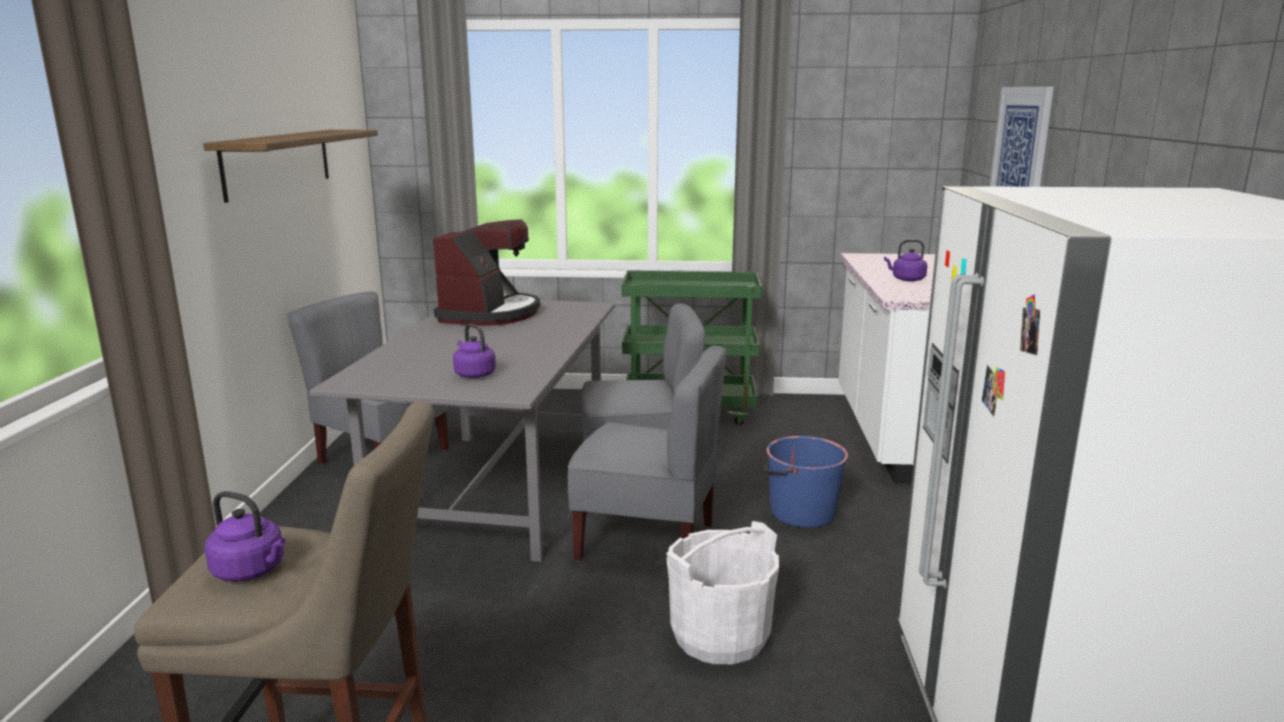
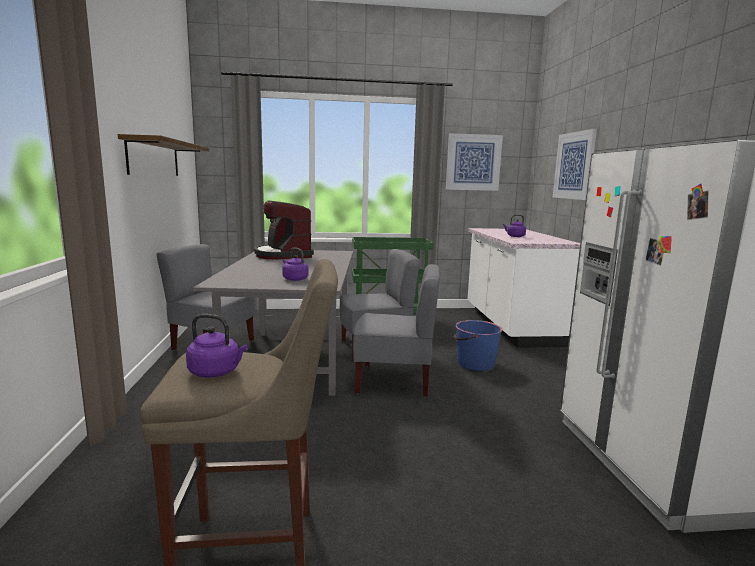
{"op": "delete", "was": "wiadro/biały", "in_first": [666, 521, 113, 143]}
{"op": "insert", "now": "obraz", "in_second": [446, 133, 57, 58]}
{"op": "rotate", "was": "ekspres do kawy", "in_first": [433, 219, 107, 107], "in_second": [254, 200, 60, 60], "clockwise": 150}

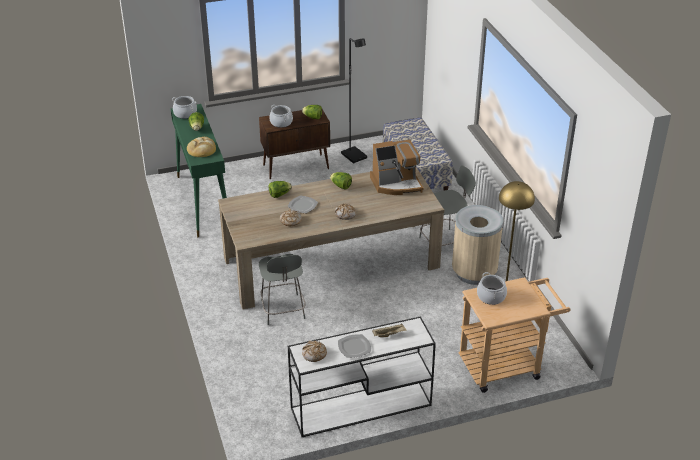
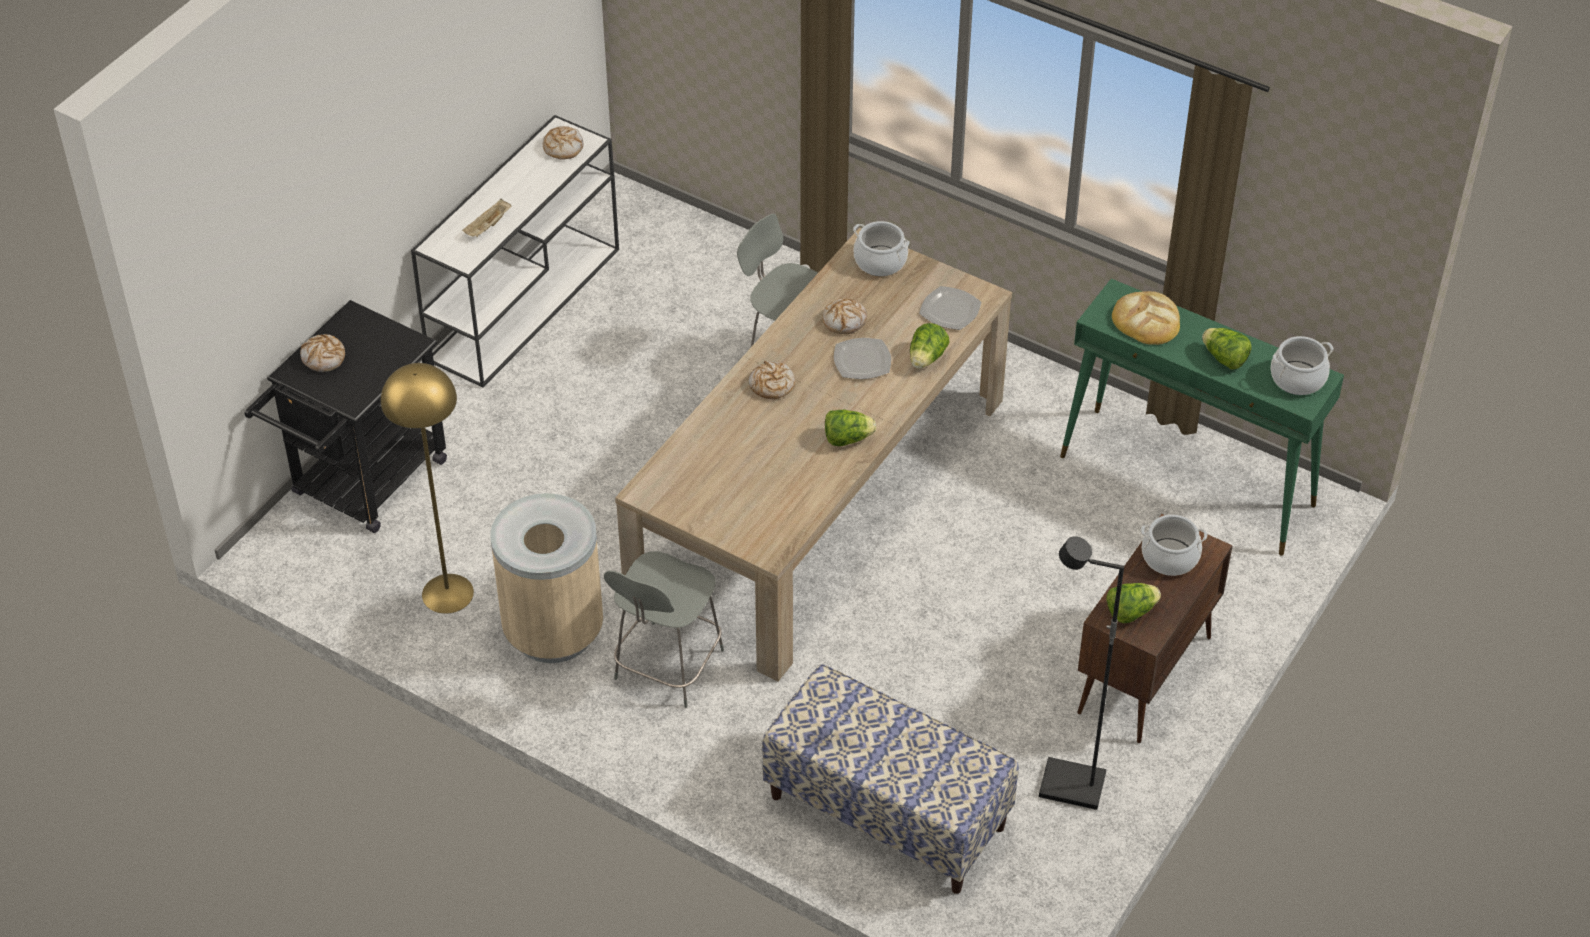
{"op": "delete", "was": "ekspres do kawy", "in_first": [370, 140, 53, 55]}
{"op": "insert", "now": "chleb", "in_second": [300, 334, 45, 38]}
{"op": "move", "was": "talerz", "in_first": [338, 334, 33, 24], "in_second": [919, 286, 62, 44]}
{"op": "move", "was": "garnek", "in_first": [477, 272, 30, 33], "in_second": [853, 221, 57, 55]}
{"op": "recolor", "was": "wózek/beżowy", "now": "wózek/czarny", "in_first": [459, 277, 112, 116], "in_second": [245, 300, 202, 233]}

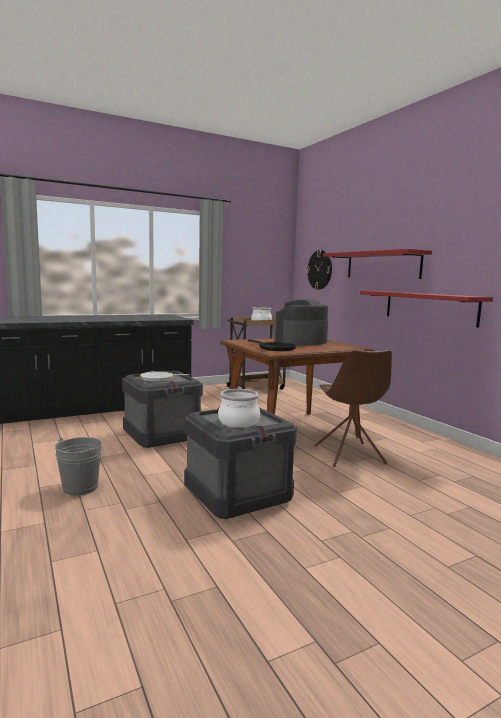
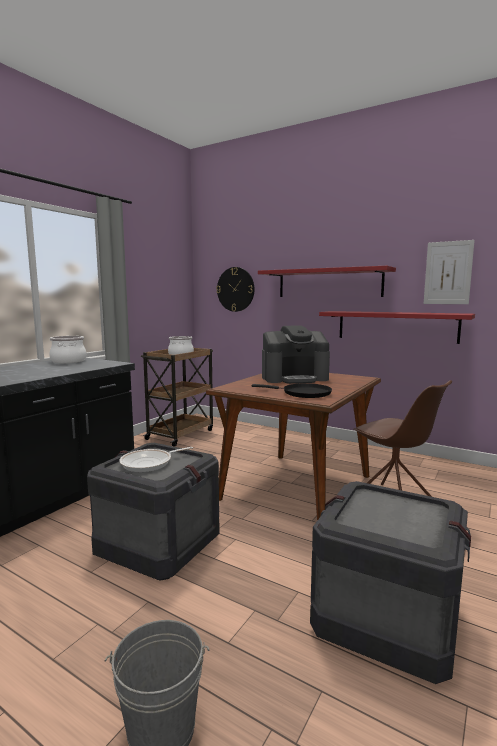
{"op": "insert", "now": "obraz", "in_second": [424, 240, 51, 64]}
{"op": "move", "was": "garnek", "in_first": [218, 389, 42, 39], "in_second": [49, 336, 38, 27]}
{"op": "rotate", "was": "ekspres do kawy", "in_first": [274, 299, 54, 47], "in_second": [262, 325, 68, 59], "clockwise": -120}

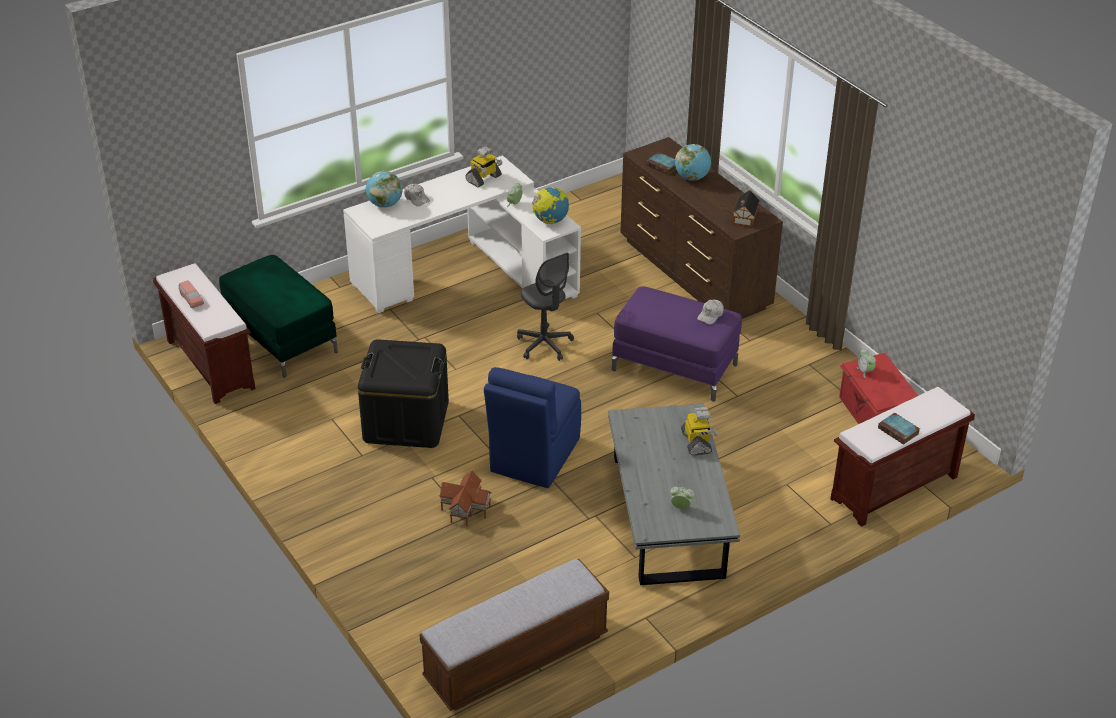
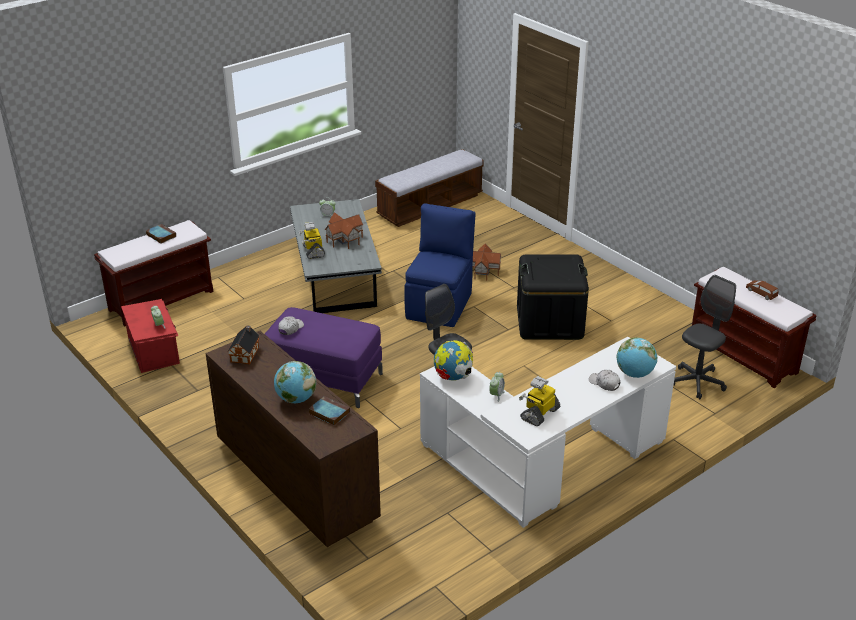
{"op": "insert", "now": "domek", "in_second": [325, 212, 38, 37]}
{"op": "replace", "was": "pufa/zielony", "now": "krzesło biurowe/szary", "in_first": [219, 255, 119, 122], "in_second": [674, 275, 62, 124]}
{"op": "recolor", "was": "samochodzik/różowy", "now": "samochodzik/brązowy", "in_first": [179, 280, 25, 28], "in_second": [746, 280, 32, 20]}

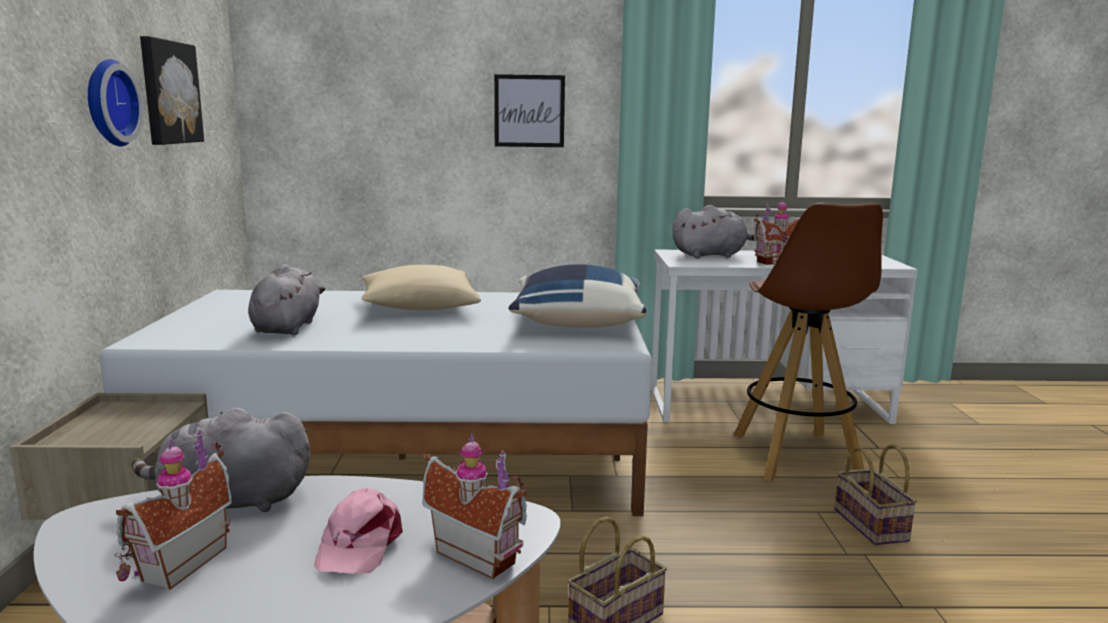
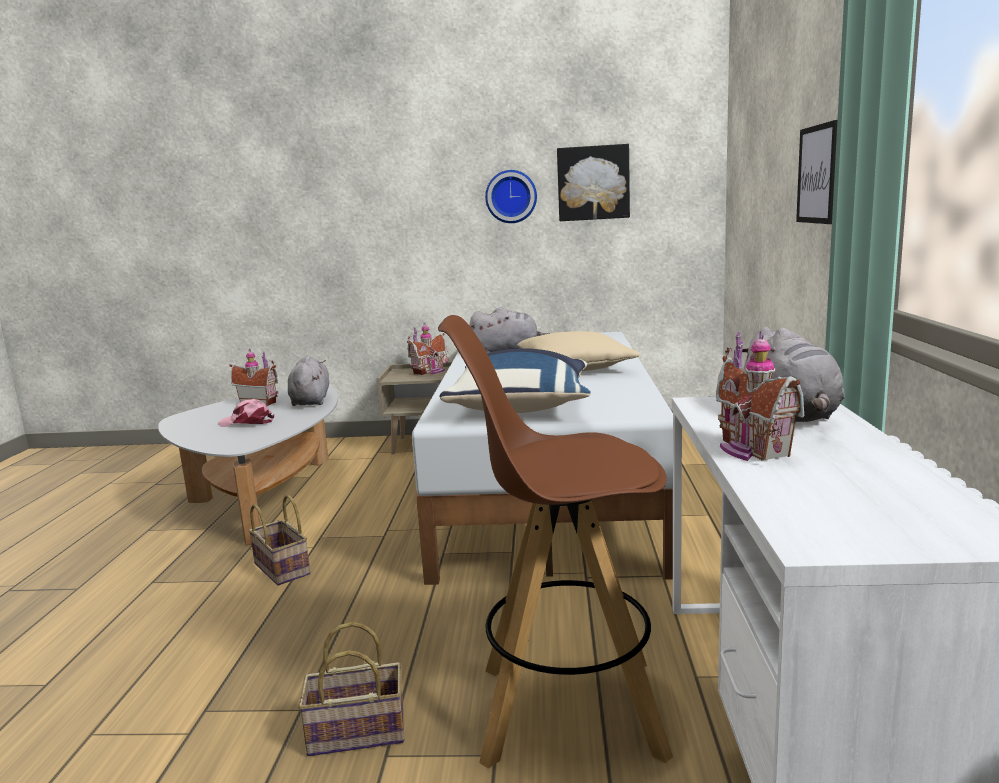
{"op": "move", "was": "domek", "in_first": [422, 434, 105, 145], "in_second": [407, 322, 42, 53]}

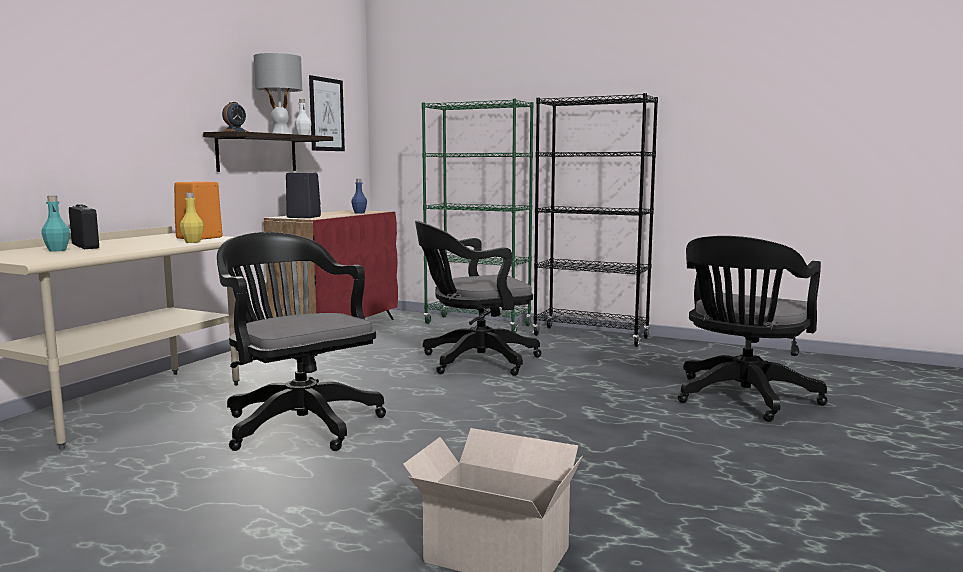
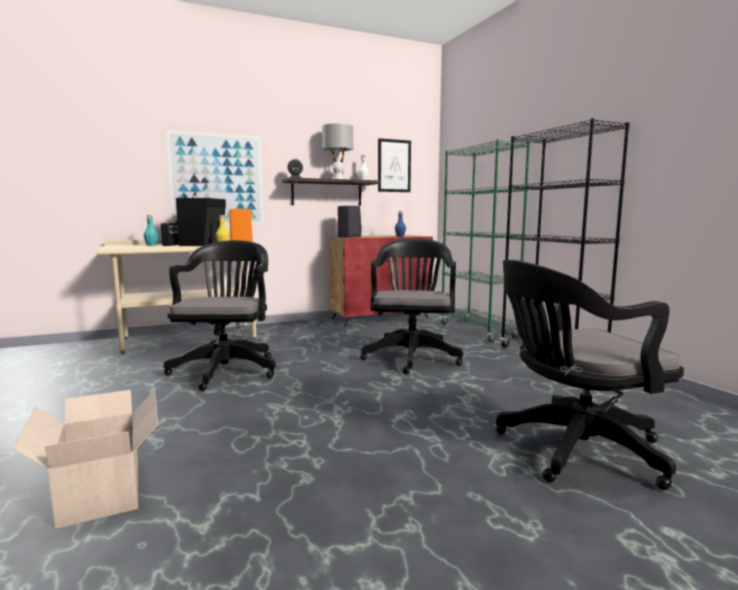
{"op": "insert", "now": "obraz", "in_second": [166, 130, 98, 95]}
{"op": "insert", "now": "głośnik/czarny", "in_second": [176, 196, 50, 50]}
{"op": "rotate", "was": "krzesło biurowe/czarny", "in_first": [415, 221, 127, 155], "in_second": [360, 238, 103, 136], "clockwise": 75}

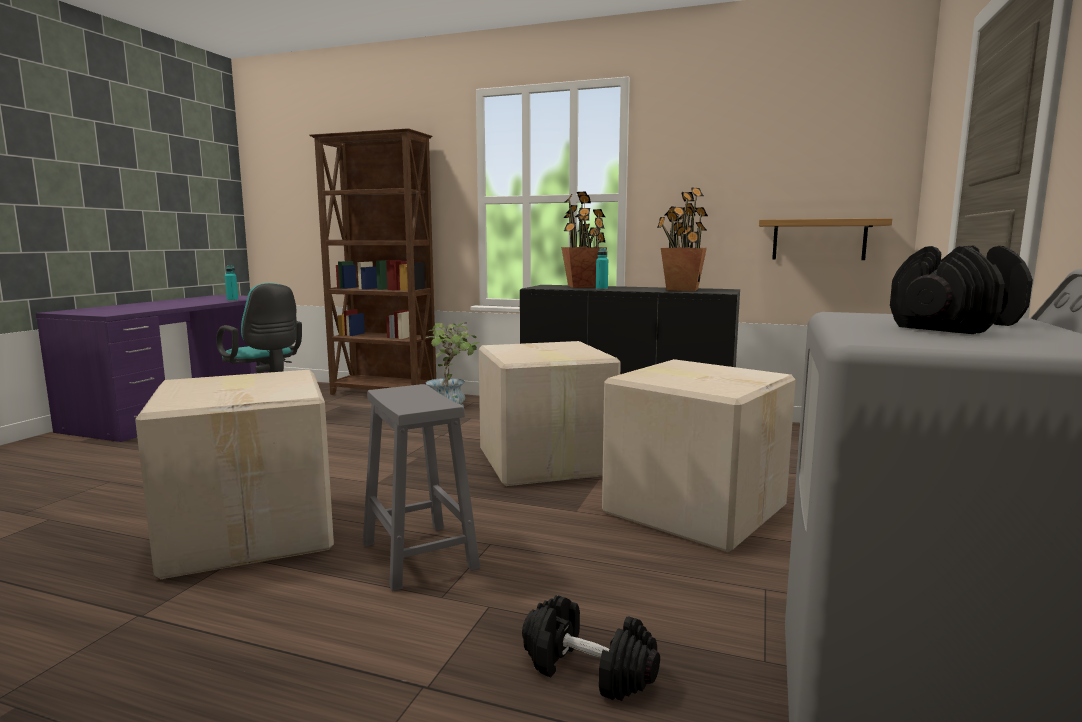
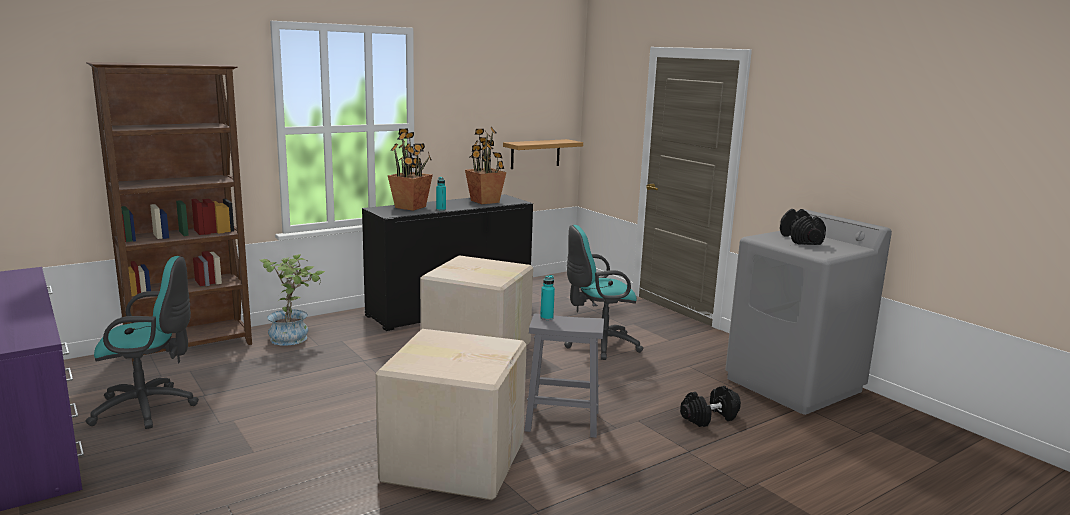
{"op": "move", "was": "butelka/turkusowy", "in_first": [225, 265, 13, 36], "in_second": [540, 275, 15, 45]}
{"op": "replace", "was": "karton", "now": "krzesło biurowe/turkusowy", "in_first": [602, 359, 194, 193], "in_second": [564, 225, 79, 135]}

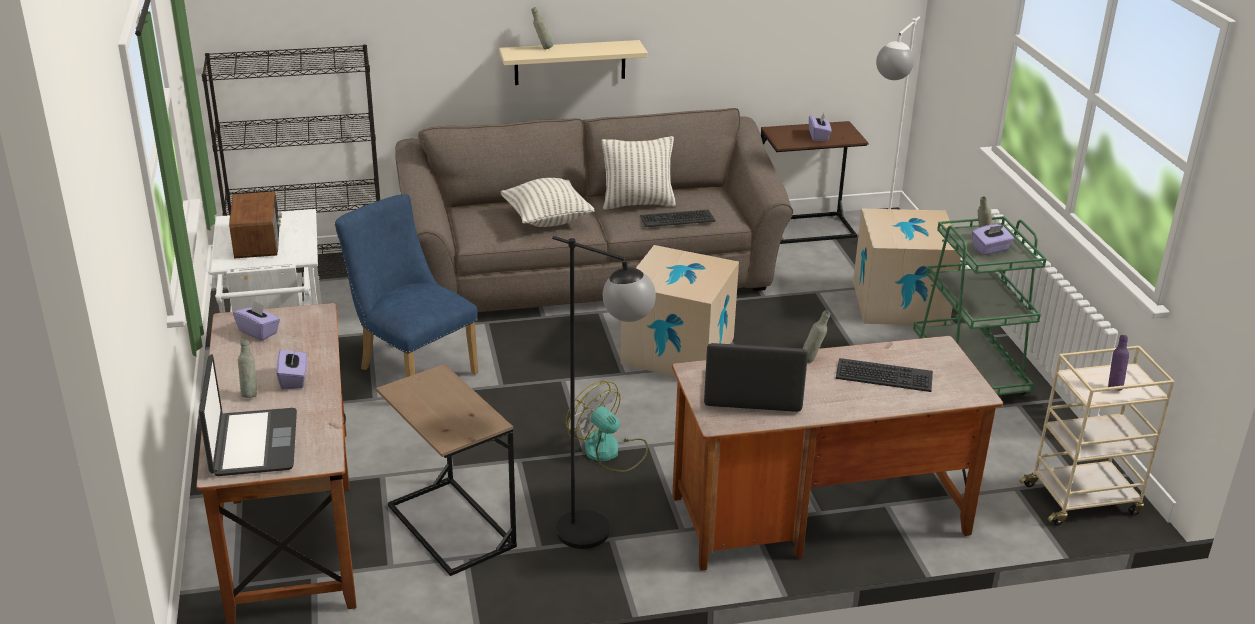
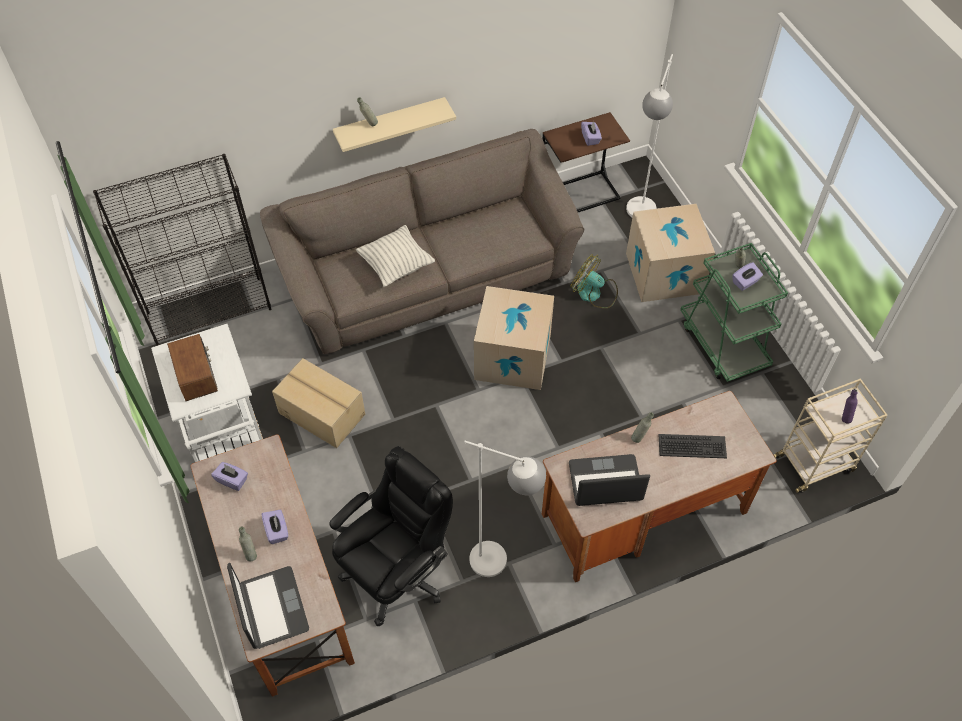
{"op": "delete", "was": "poduszka", "in_first": [602, 136, 74, 74]}
{"op": "delete", "was": "klawiatura", "in_first": [640, 209, 75, 18]}
{"op": "move", "was": "wentylator", "in_first": [565, 381, 83, 91], "in_second": [570, 254, 48, 54]}
{"op": "replace", "was": "krzesło/niebieski", "now": "karton", "in_first": [335, 194, 143, 183], "in_second": [272, 358, 93, 90]}
{"op": "replace", "was": "stolik/brązowy", "now": "krzesło biurowe/czarny", "in_first": [376, 364, 141, 212], "in_second": [329, 446, 124, 180]}
{"op": "recolor", "was": "lampa stojąca/czarny", "now": "lampa stojąca/biały", "in_first": [552, 236, 104, 313], "in_second": [464, 441, 82, 136]}

